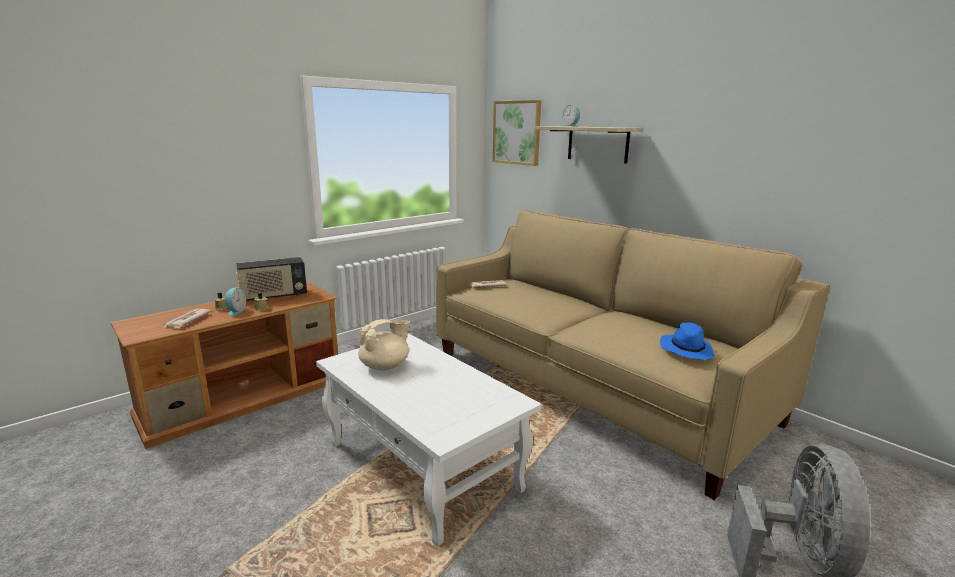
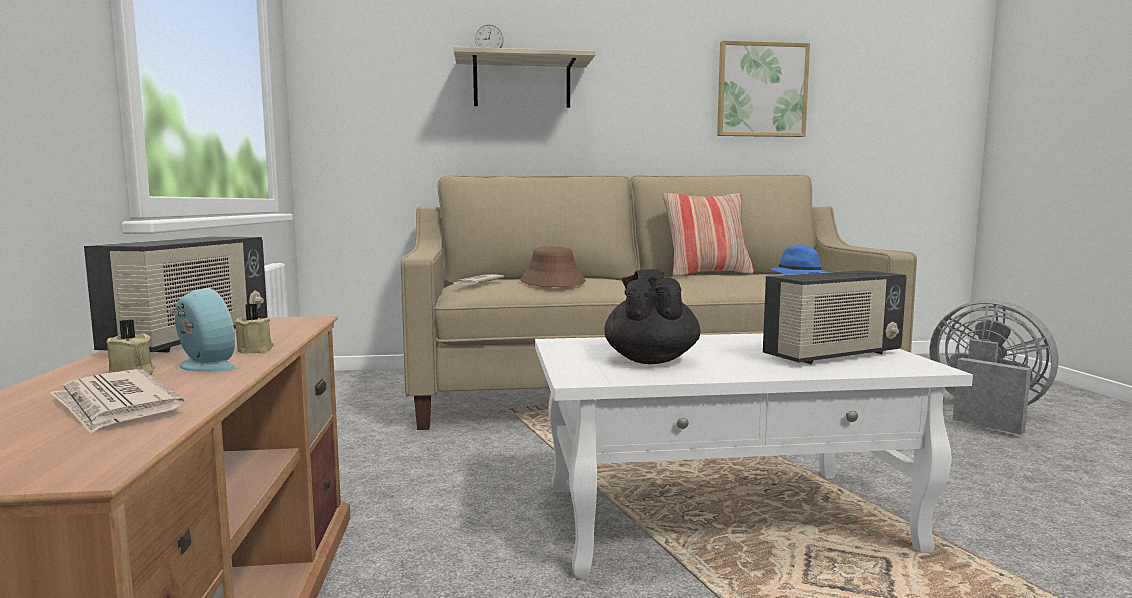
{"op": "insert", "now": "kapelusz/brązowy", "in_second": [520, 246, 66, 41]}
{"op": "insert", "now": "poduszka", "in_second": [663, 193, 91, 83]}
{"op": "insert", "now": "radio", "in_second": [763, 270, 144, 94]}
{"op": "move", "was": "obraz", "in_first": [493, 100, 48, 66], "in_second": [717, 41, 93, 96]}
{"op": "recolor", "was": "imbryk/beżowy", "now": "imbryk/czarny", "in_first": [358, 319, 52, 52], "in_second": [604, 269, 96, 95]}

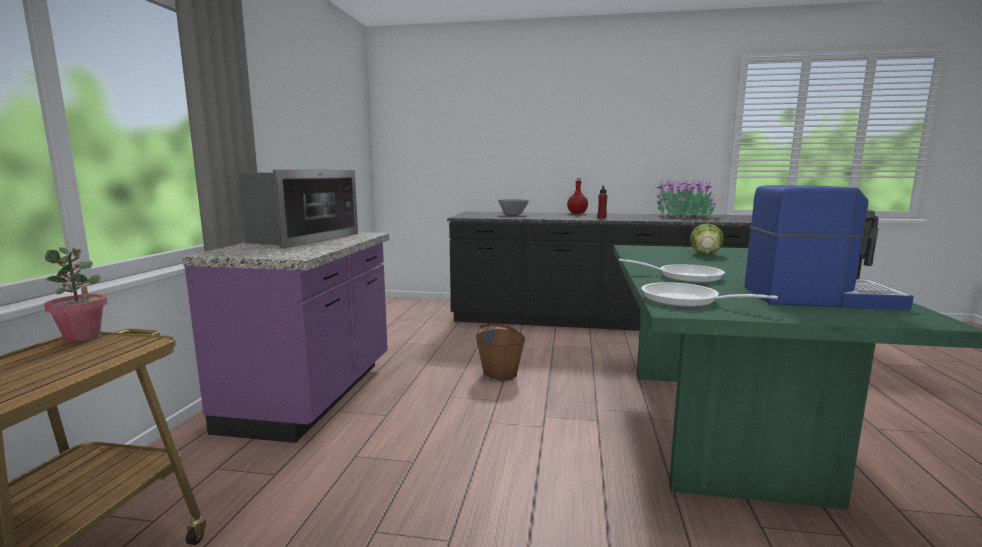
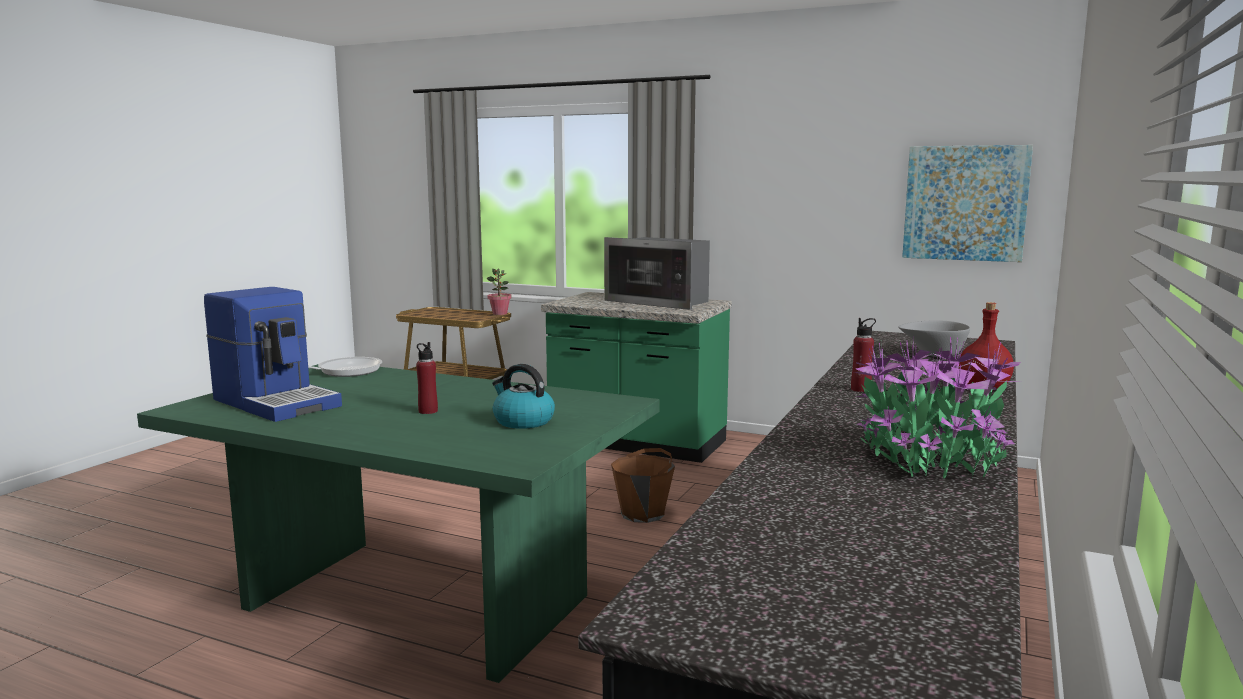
{"op": "delete", "was": "patelnia", "in_first": [619, 259, 106, 24]}
{"op": "insert", "now": "butelka/czerwony", "in_second": [416, 342, 22, 72]}
{"op": "insert", "now": "obraz", "in_second": [902, 145, 131, 117]}
{"op": "replace", "was": "sałata", "now": "czajnik", "in_first": [690, 223, 34, 31], "in_second": [492, 364, 63, 65]}
{"op": "recolor", "was": "zabudowa kuchenna/fioletowy", "now": "zabudowa kuchenna/zielony", "in_first": [182, 232, 207, 211], "in_second": [541, 292, 191, 171]}
{"op": "rotate", "was": "ekspres do kawy", "in_first": [744, 185, 170, 125], "in_second": [204, 287, 138, 135], "clockwise": -75}

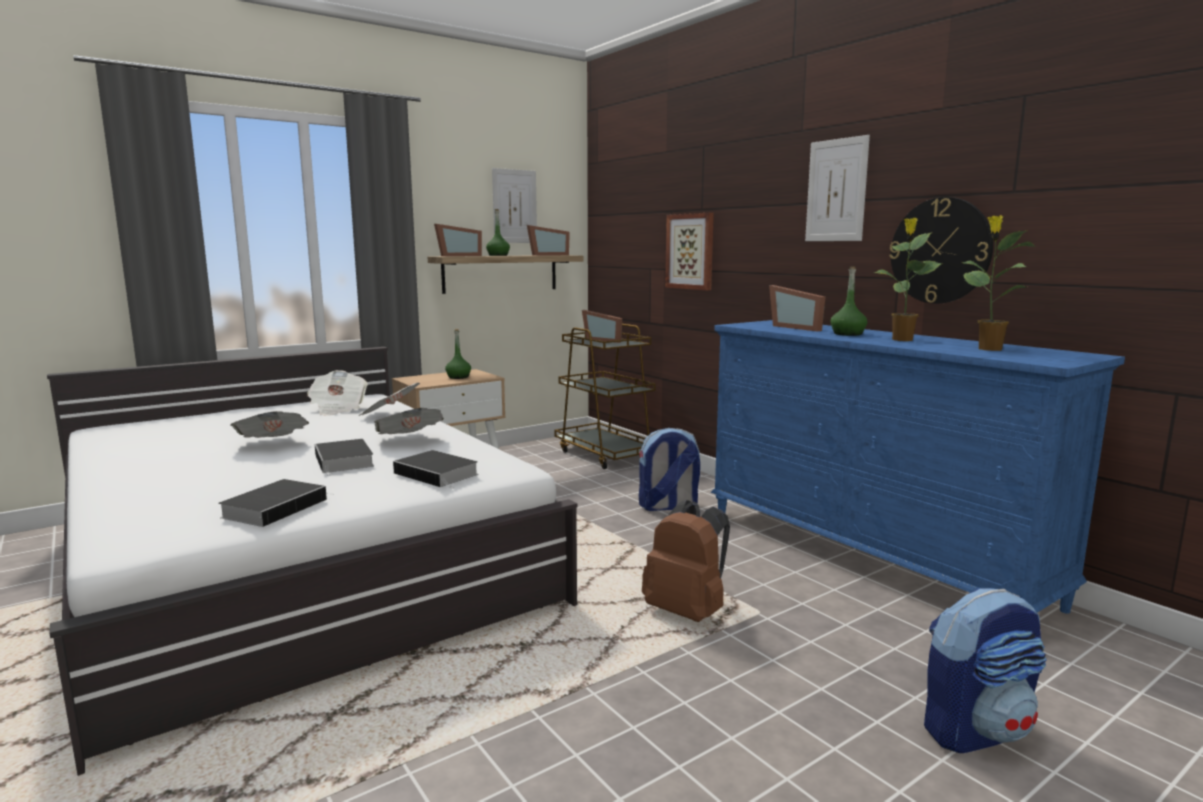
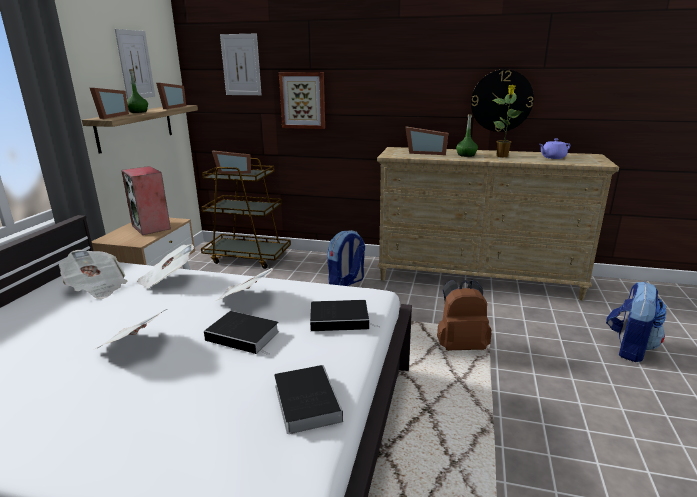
{"op": "move", "was": "obraz", "in_first": [805, 135, 65, 106], "in_second": [220, 34, 42, 61]}
{"op": "replace", "was": "butelka/zielony", "now": "głośnik", "in_first": [445, 329, 26, 50], "in_second": [121, 166, 50, 69]}
{"op": "replace", "was": "roślina doniczkowa", "now": "imbryk/fioletowy", "in_first": [963, 215, 73, 136], "in_second": [539, 138, 31, 21]}
{"op": "recolor", "was": "komoda/niebieski", "now": "komoda/beżowy", "in_first": [711, 320, 414, 294], "in_second": [377, 147, 242, 154]}

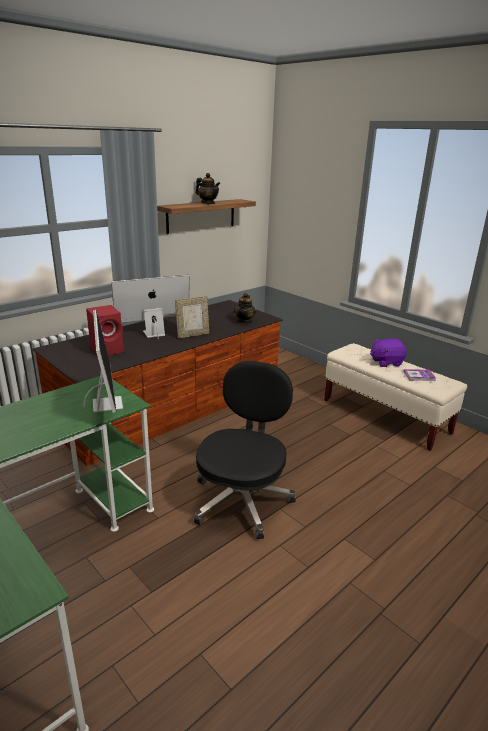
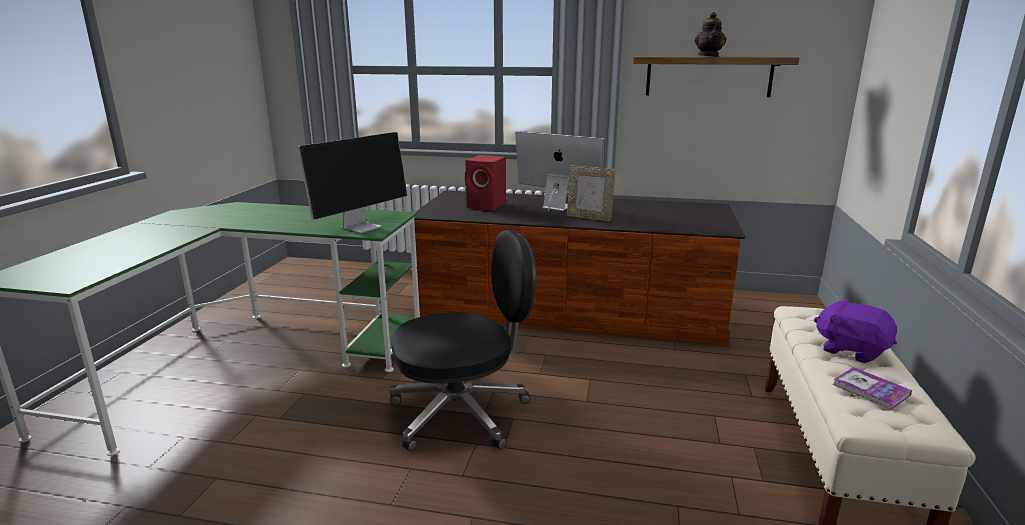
{"op": "delete", "was": "imbryk", "in_first": [234, 293, 22, 31]}

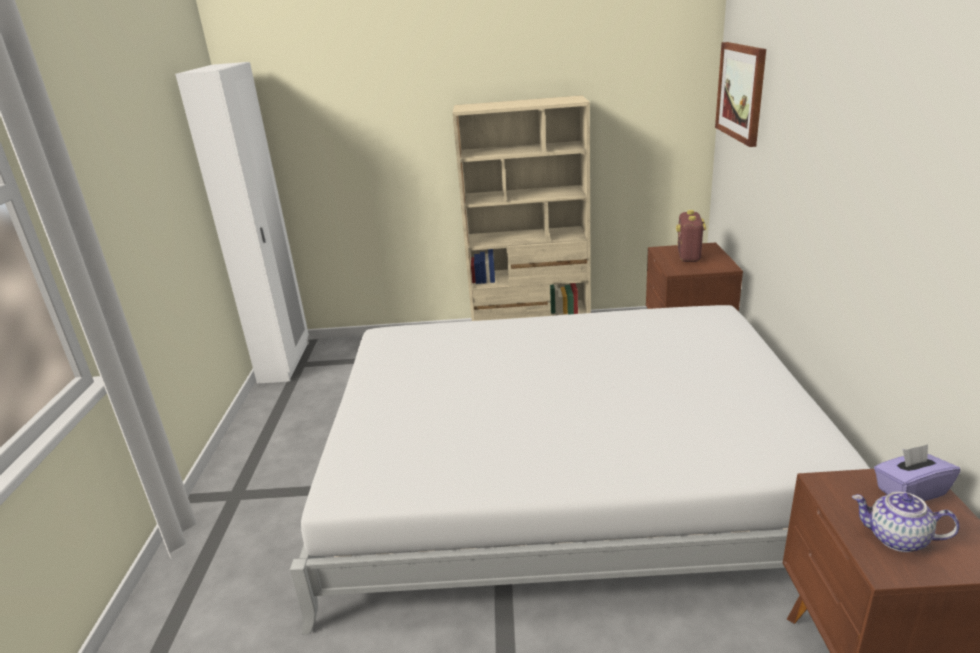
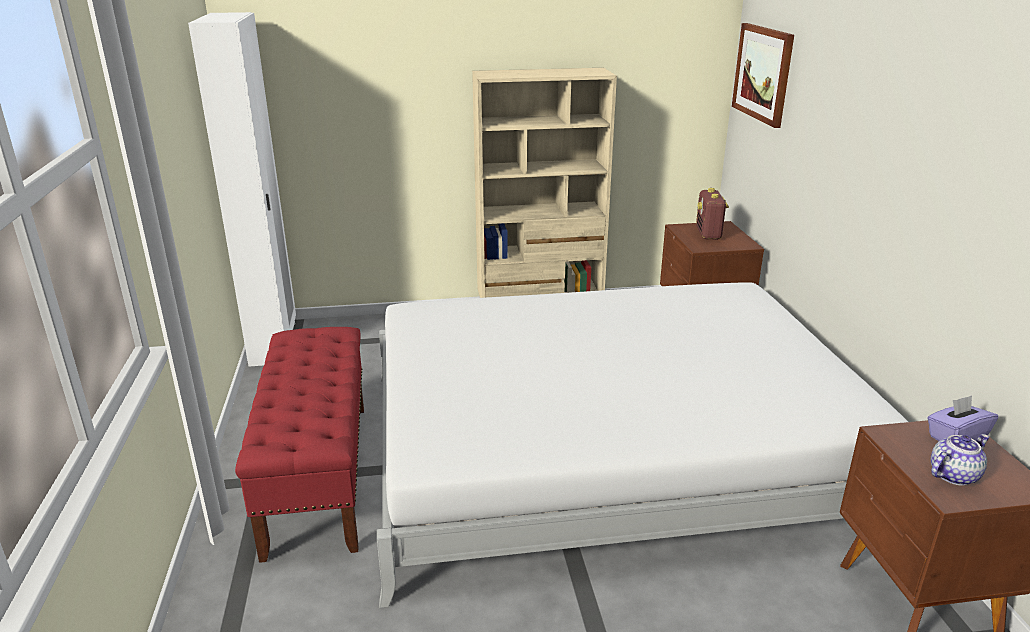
{"op": "insert", "now": "ławka/czerwony", "in_second": [235, 327, 129, 236]}
{"op": "rotate", "was": "imbryk", "in_first": [852, 492, 108, 60], "in_second": [931, 434, 58, 51], "clockwise": 135}

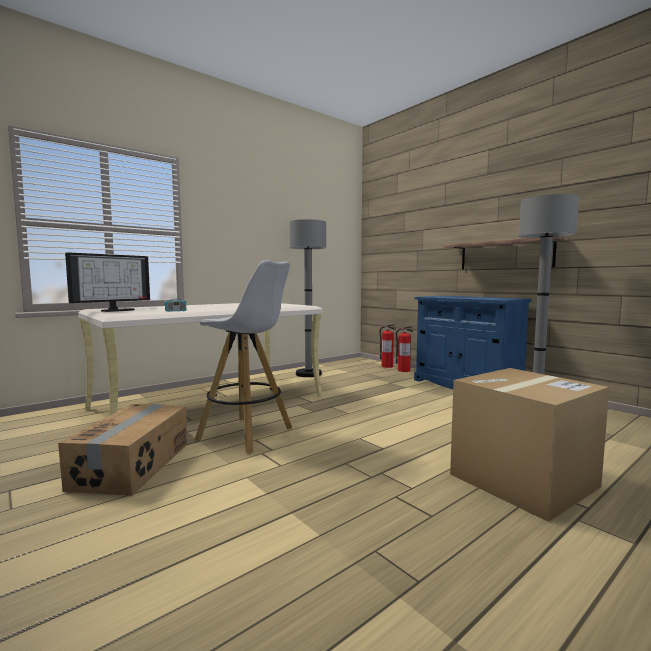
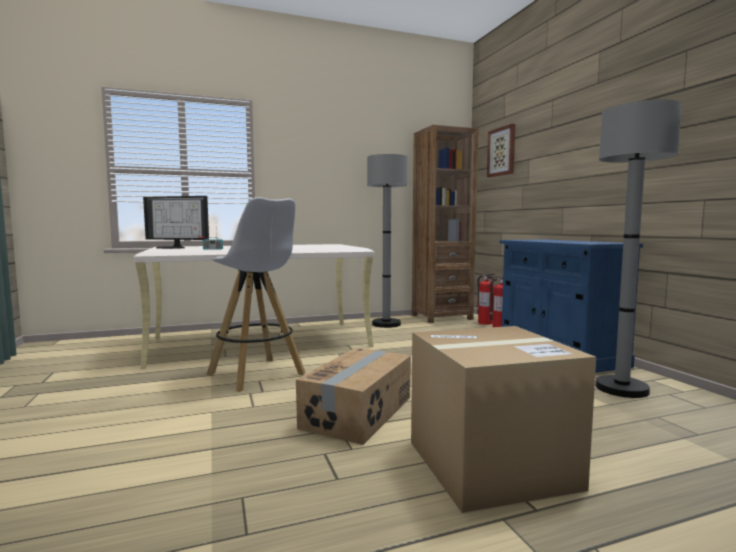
{"op": "delete", "was": "półka", "in_first": [444, 237, 125, 32]}
{"op": "insert", "now": "regał/brązowy", "in_second": [412, 125, 67, 198]}
{"op": "insert", "now": "obraz", "in_second": [487, 124, 28, 53]}
{"op": "move", "was": "karton", "in_first": [58, 404, 129, 92], "in_second": [296, 348, 115, 97]}
{"op": "rotate", "was": "monitor", "in_first": [65, 252, 85, 60], "in_second": [143, 196, 66, 53], "clockwise": 45}

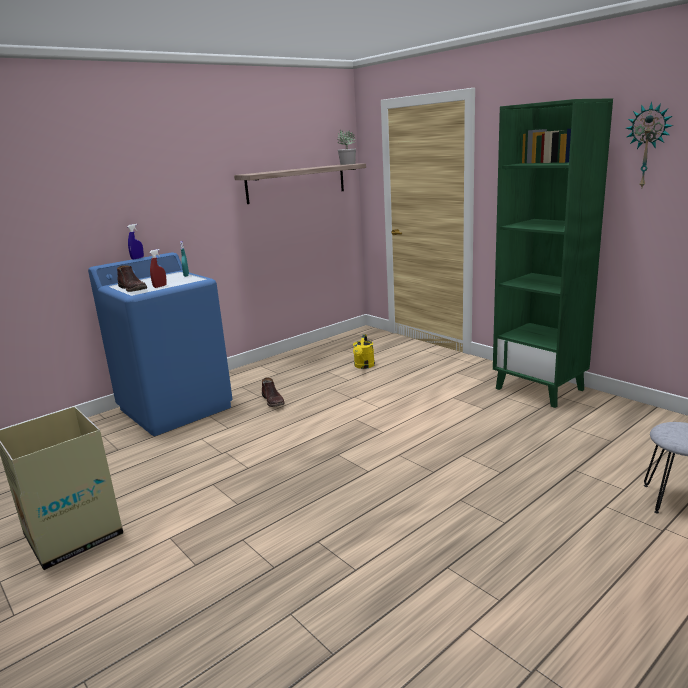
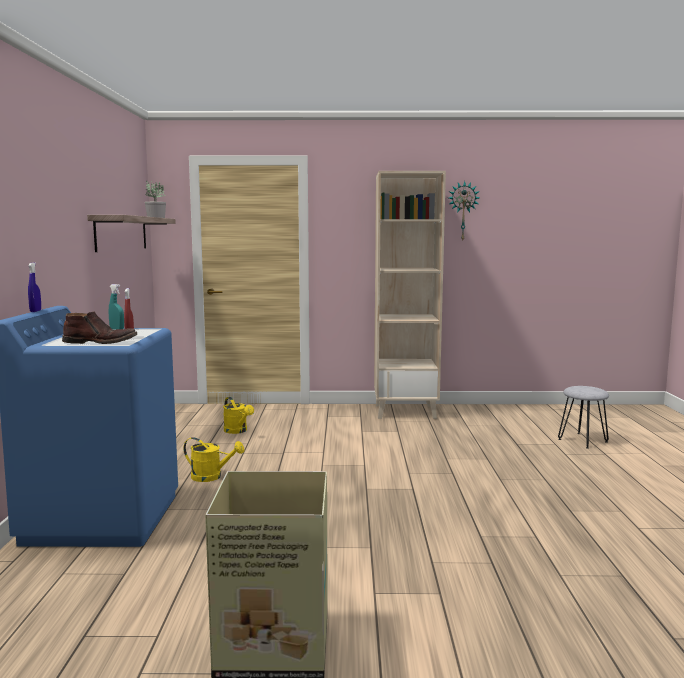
{"op": "replace", "was": "but z cholewką/brązowy", "now": "konewka/żółty", "in_first": [262, 378, 23, 29], "in_second": [184, 437, 61, 45]}
{"op": "recolor", "was": "regał/zielony", "now": "regał/beżowy", "in_first": [493, 98, 120, 310], "in_second": [374, 171, 72, 248]}

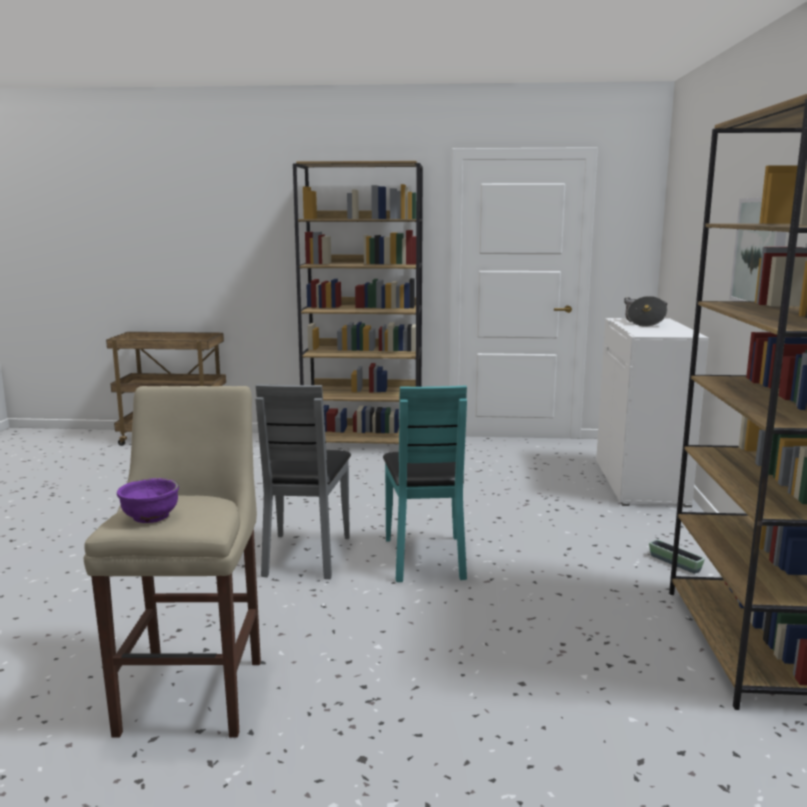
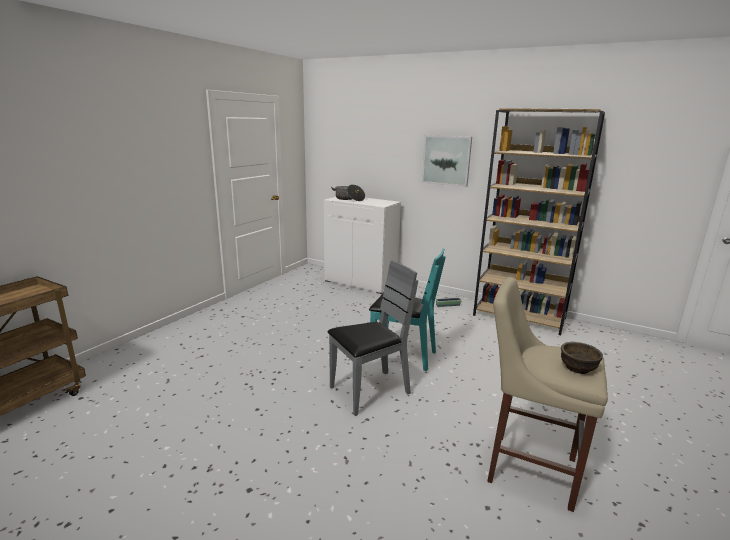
{"op": "delete", "was": "regał/brązowy", "in_first": [293, 161, 130, 283]}
{"op": "recolor", "was": "miska/fioletowy", "now": "miska/brązowy", "in_first": [117, 478, 62, 45], "in_second": [561, 342, 42, 32]}
{"op": "rotate", "was": "krzesło/szary", "in_first": [255, 384, 96, 195], "in_second": [327, 261, 91, 155], "clockwise": -60}

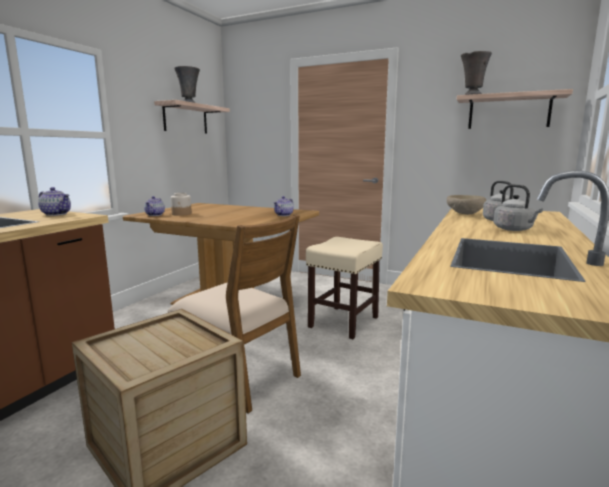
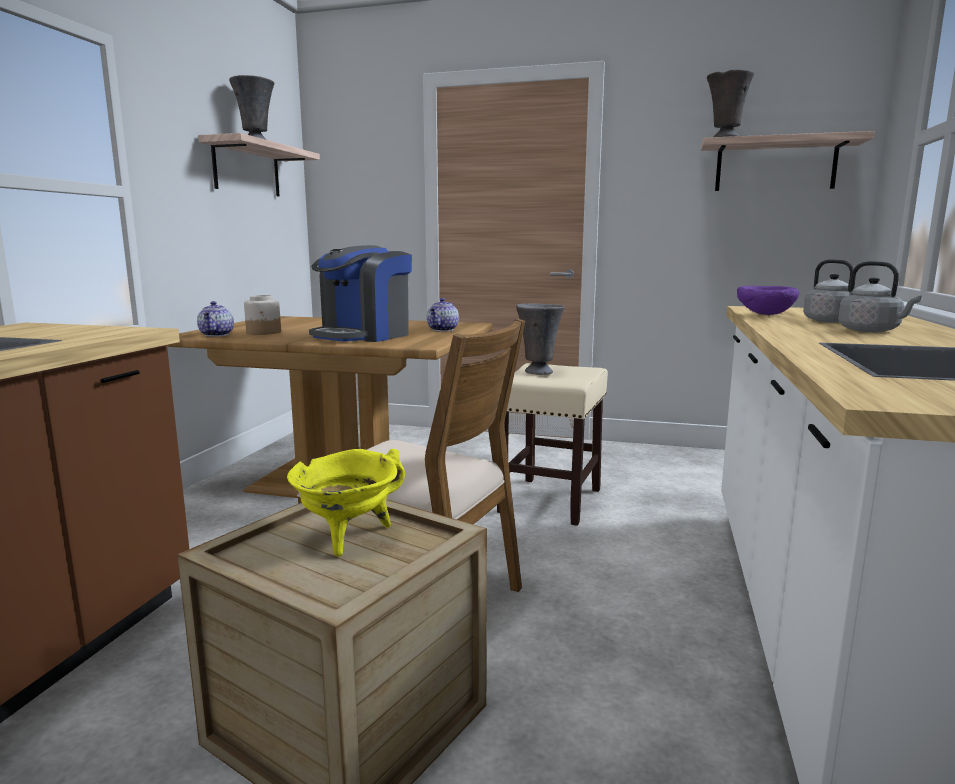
{"op": "delete", "was": "imbryk", "in_first": [38, 187, 33, 29]}
{"op": "insert", "now": "garnek/żółty", "in_second": [287, 449, 118, 108]}
{"op": "insert", "now": "ekspres do kawy", "in_second": [309, 245, 103, 97]}
{"op": "insert", "now": "wazon/szary", "in_second": [516, 303, 49, 72]}
{"op": "recolor", "was": "miska/beżowy", "now": "miska/fioletowy", "in_first": [447, 195, 39, 20], "in_second": [737, 286, 62, 29]}

